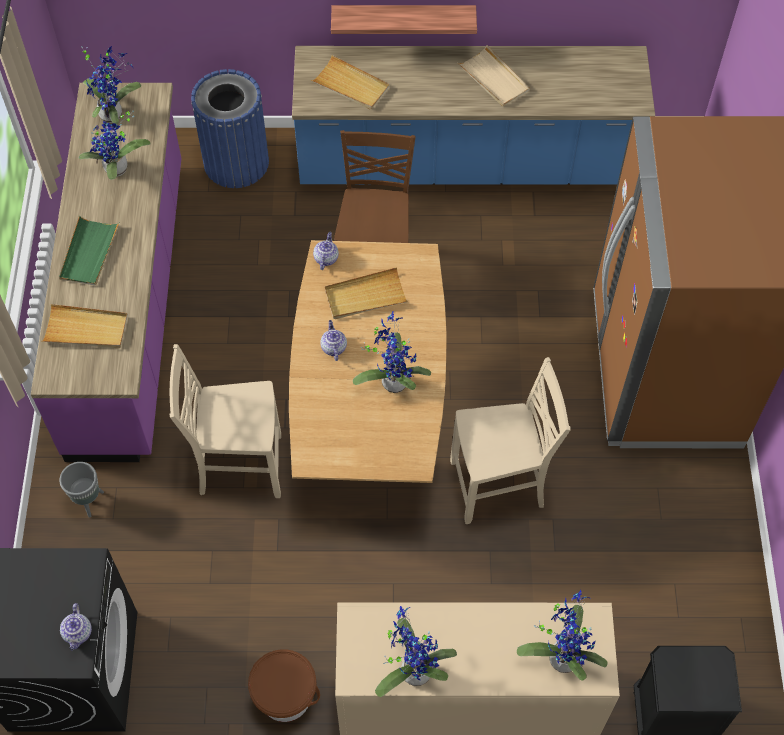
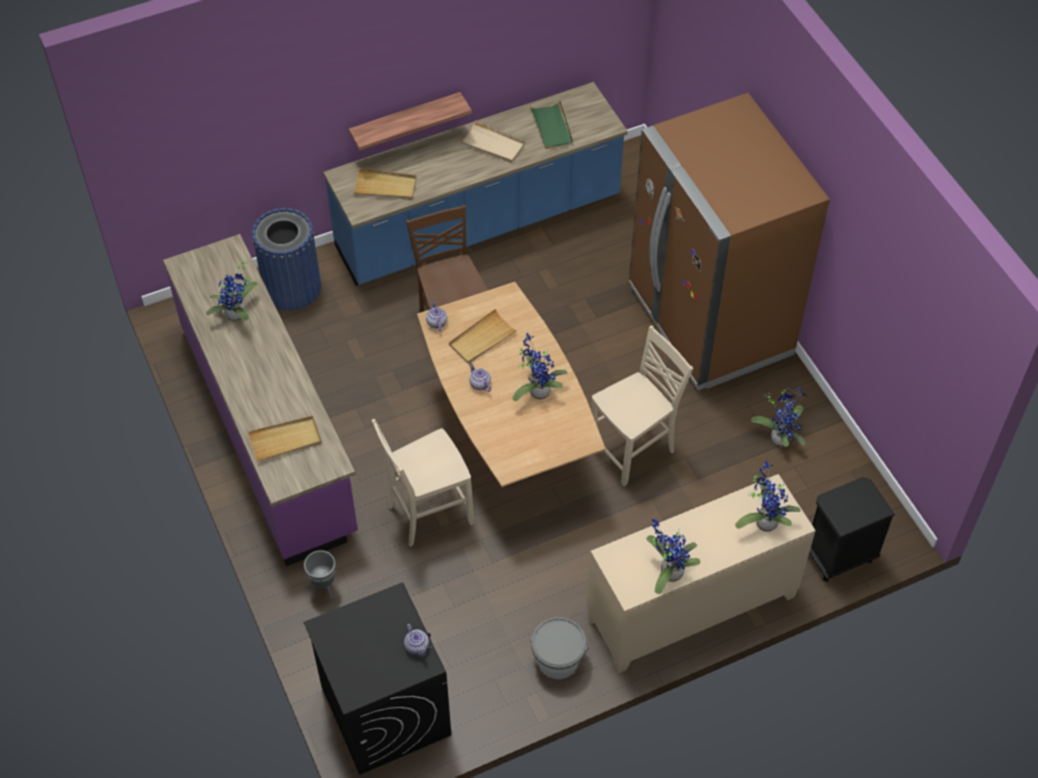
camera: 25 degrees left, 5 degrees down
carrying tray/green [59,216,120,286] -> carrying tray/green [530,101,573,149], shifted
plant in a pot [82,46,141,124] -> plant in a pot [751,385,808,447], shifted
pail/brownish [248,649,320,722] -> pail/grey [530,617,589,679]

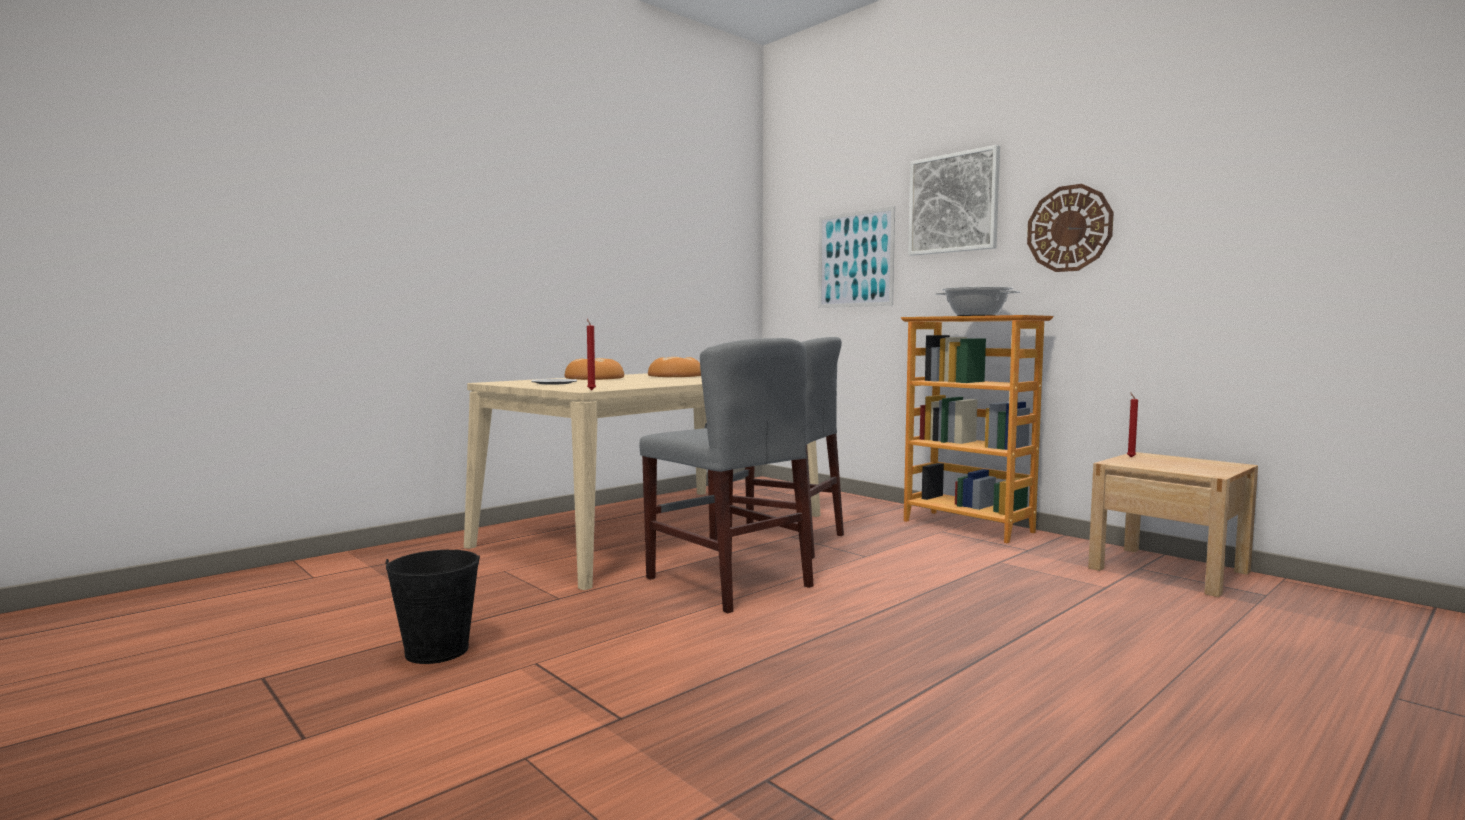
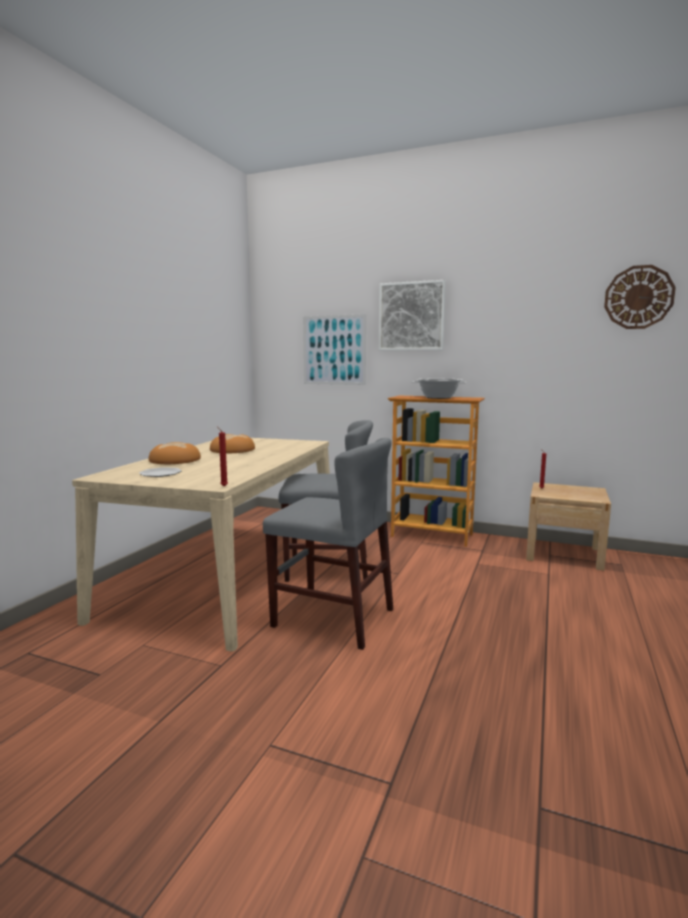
camera: 25 degrees left, 5 degrees up
pail/black-coloured [385,550,480,664] -> none
clock on the wall [1027,184,1114,272] -> clock on the wall [604,265,676,329], shifted

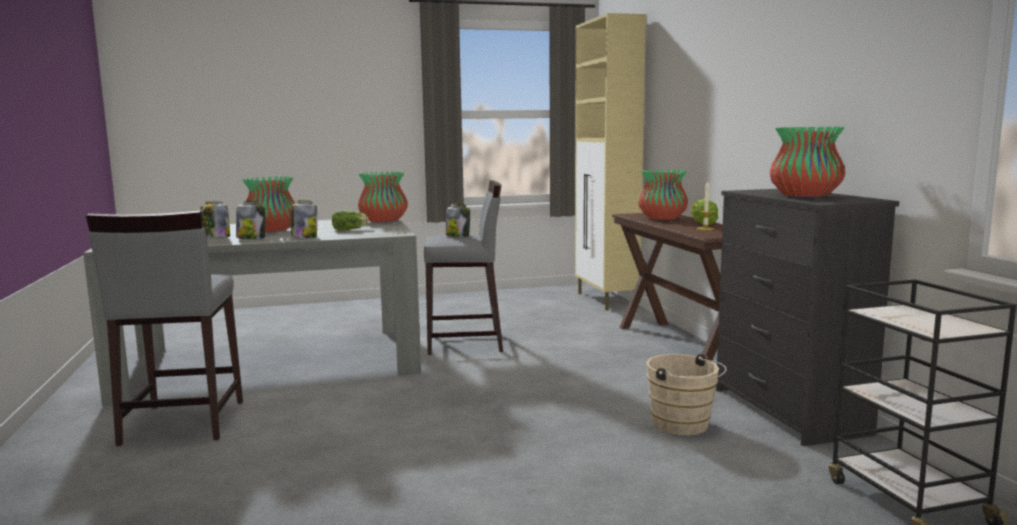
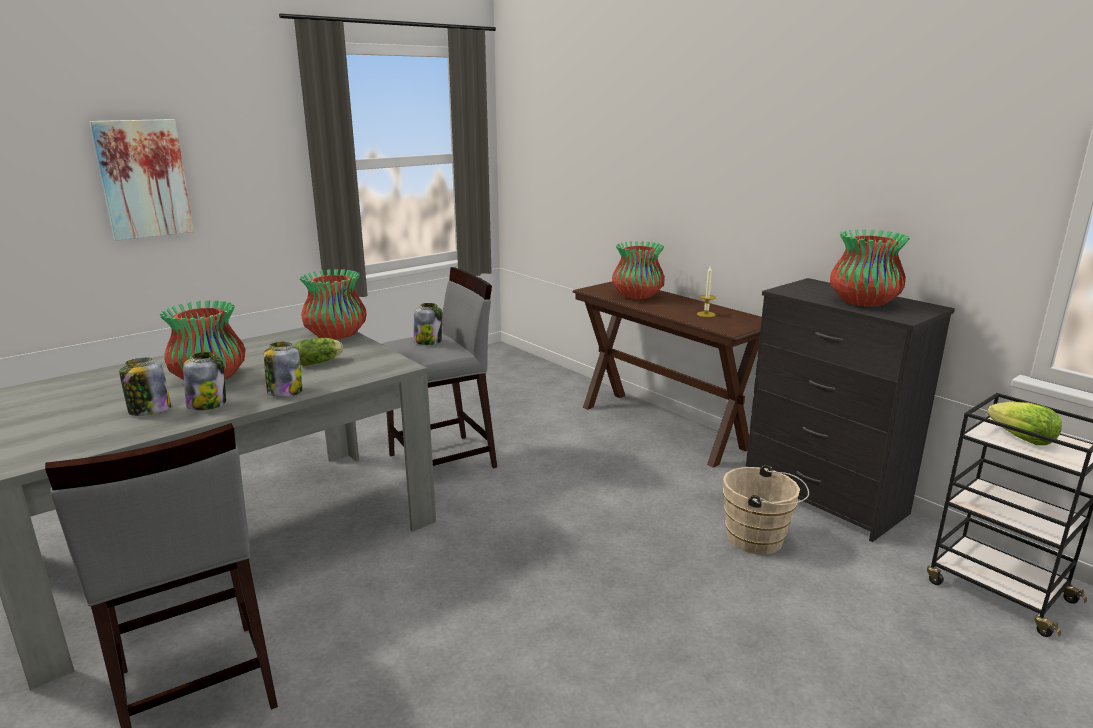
camera: 25 degrees left, 10 degrees up
storage cabinet/beige [575,13,646,310] -> none
head of lettuce [691,199,718,225] -> head of lettuce [987,402,1062,445], shifted
none -> wall picture [89,119,194,241]

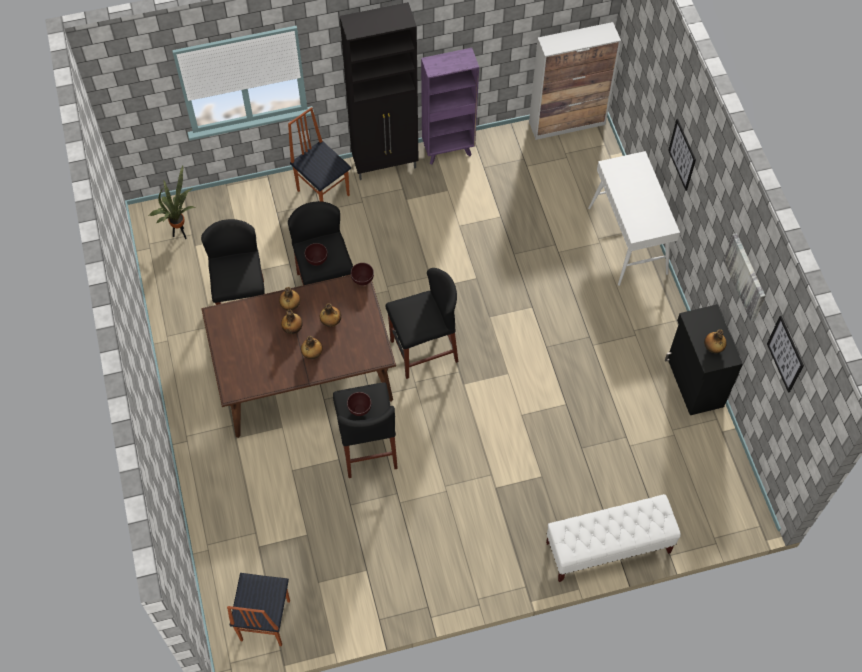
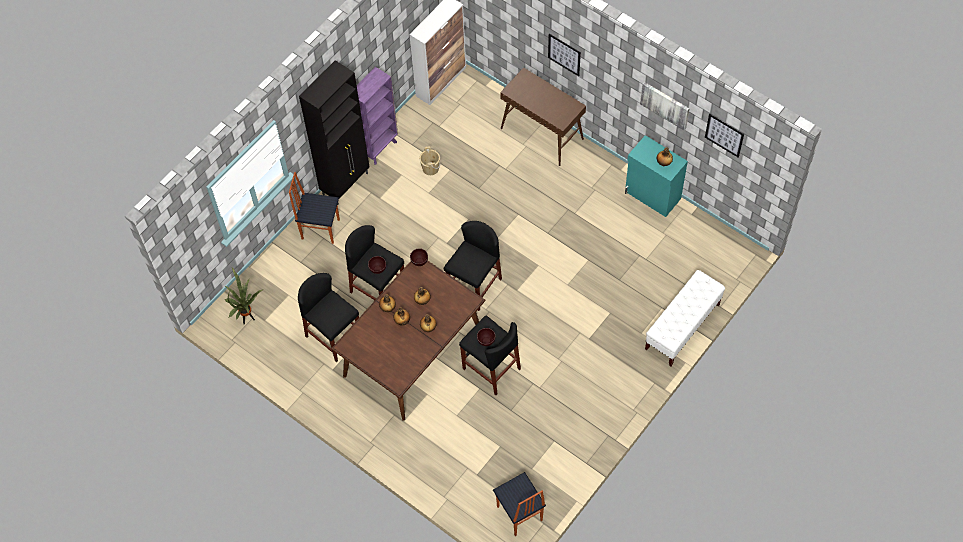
camera: 35 degrees left, 0 degrees up
narrow table/whitish [588,151,680,286] -> narrow table/brownish [500,68,586,166]
storage cabinet/black-coloured [665,304,743,415] -> storage cabinet/blue-green [625,135,688,217]
none -> pail/beige [419,146,440,175]

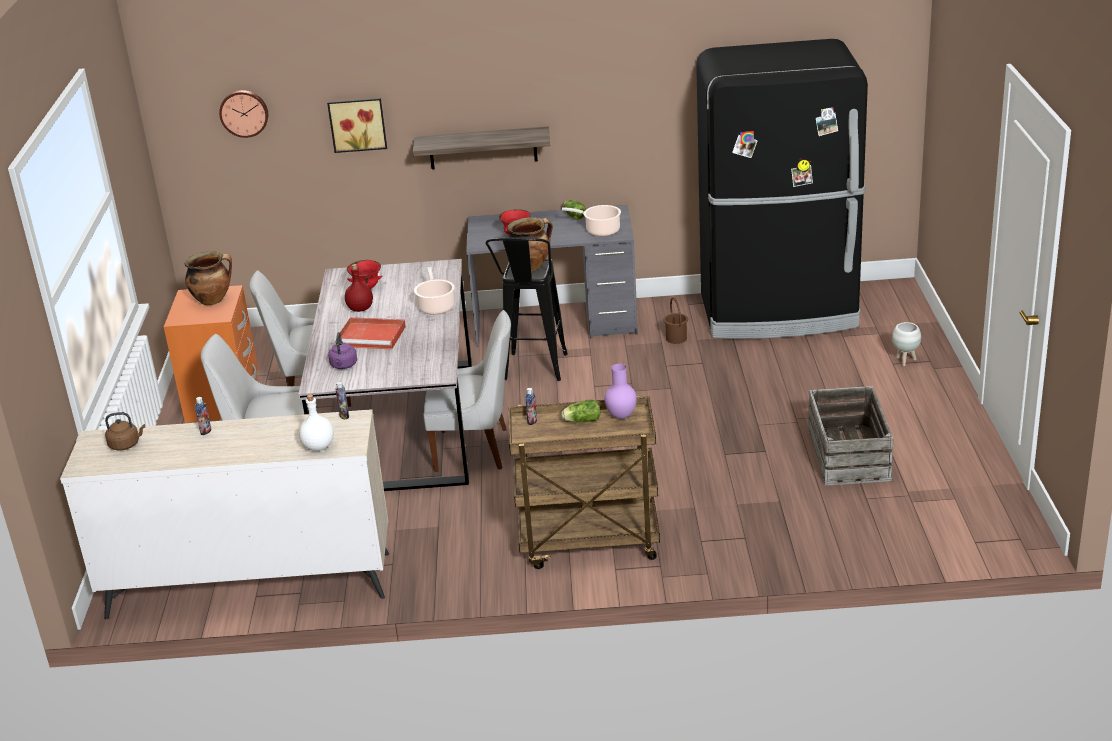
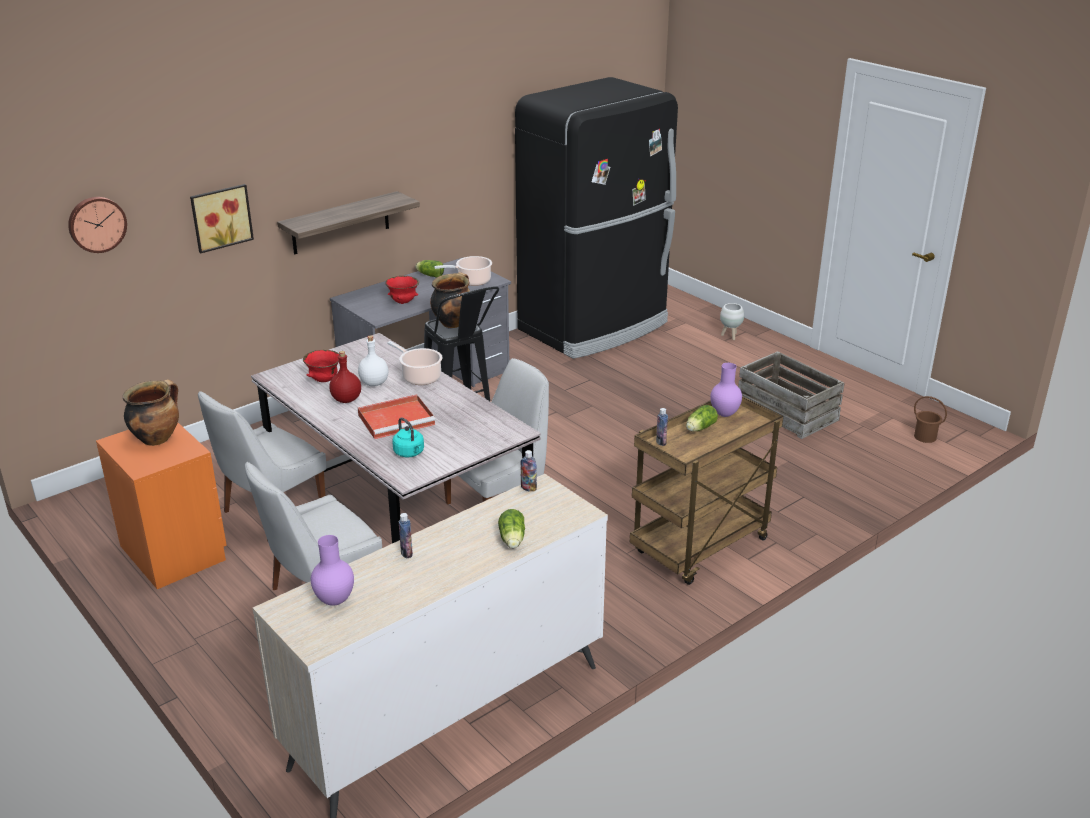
camera: 40 degrees left, 0 degrees up
tea kettle/brownish [105,412,145,451] -> flower vase/purplish [311,535,354,606]
beverage bottle/whitish [299,394,334,451] -> beverage bottle/whitish [358,335,388,386], shifted
tea kettle/purplish [328,332,357,369] -> tea kettle/blue-green [392,418,424,457]
pail/brownish [664,297,688,344] -> pail/brownish [914,396,947,443], shifted
none -> head of lettuce [498,509,525,548]

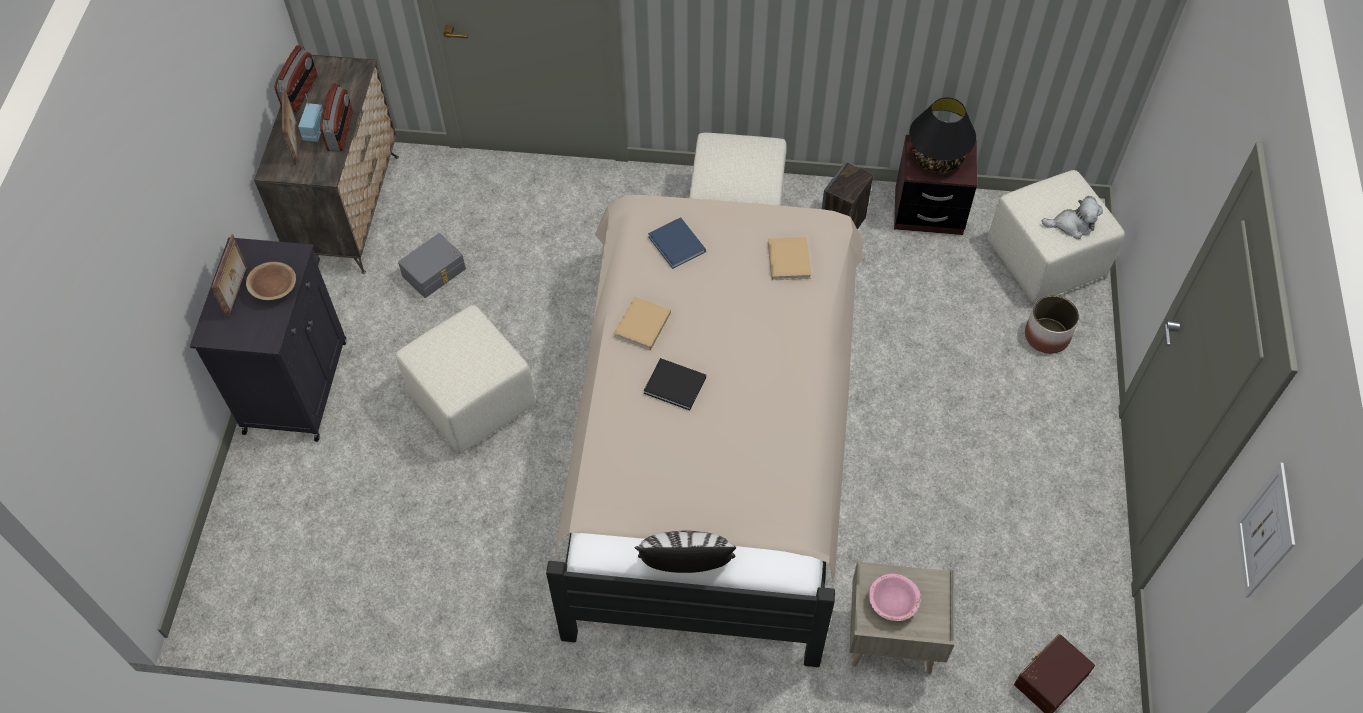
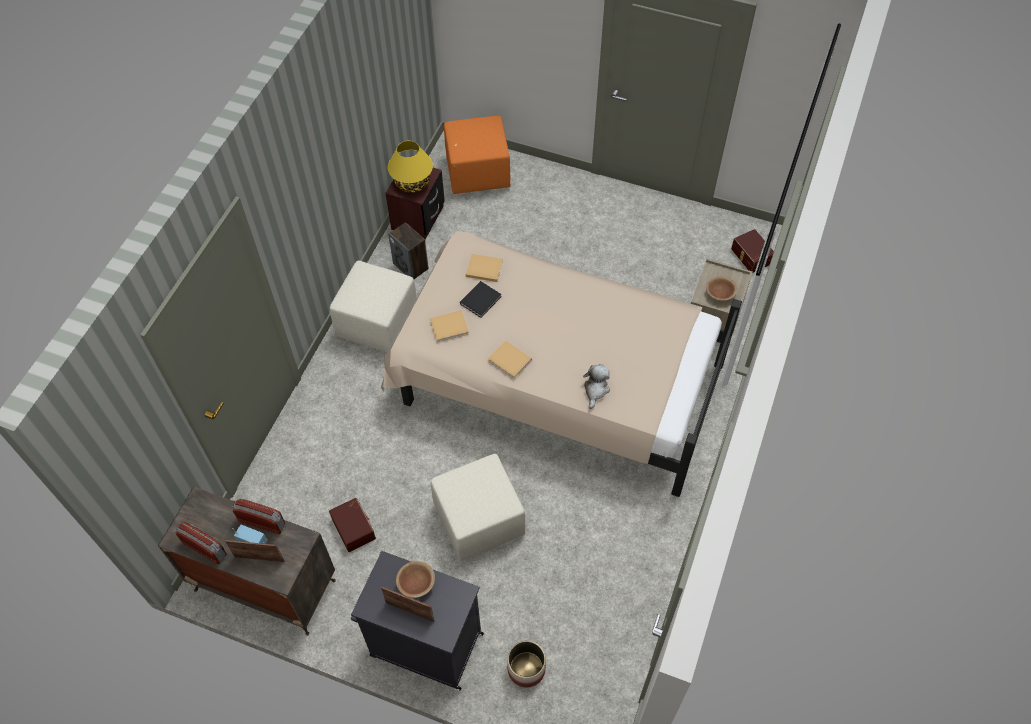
camera: 75 degrees left, 0 degrees up
storage container/grey [398,233,466,298] -> storage container/brownish [329,498,376,552]
throw pillow [634,530,736,573] -> none
volume/black-coloured [644,358,706,410] -> volume/black-coloured [460,281,502,318], shifted
volume/bluish [648,217,706,269] -> volume/beige [430,310,469,342]
deep dish/pink-coloured [869,574,921,621] -> deep dish/brownish [706,276,738,301]
lamp for a table/black-coloured [909,97,976,173] -> lamp for a table/yellow [388,141,433,193]
ottoman/beige [987,170,1125,303] -> ottoman/orangey [444,116,510,194]
planter [1025,295,1079,354] -> planter [507,640,546,687], shifted
cuddly toy [1042,196,1103,239] -> cuddly toy [583,364,610,409], shifted
wall picture [1236,463,1295,598] -> none

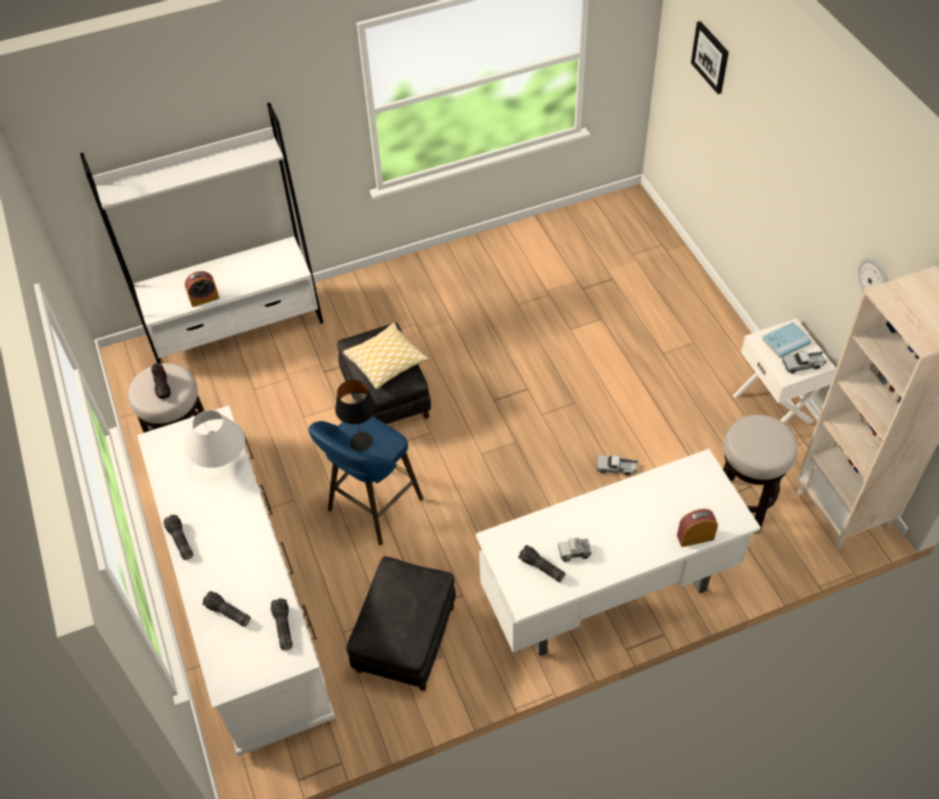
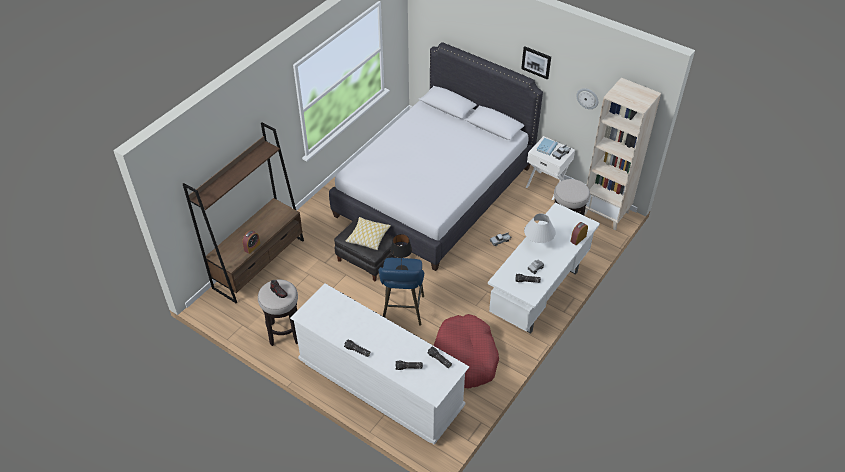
camera: 35 degrees left, 5 degrees down
bookshelf/whitish [80,102,323,364] -> bookshelf/brownish [183,122,304,303]
lamp for a table/whitish [185,410,245,468] -> lamp for a table/whitish [524,213,556,243], shifted
ottoman/black-coloured [346,556,456,691] -> pet bed/red [433,314,499,388]
wall picture [691,21,729,94] -> wall picture [521,46,551,79], shifted
none -> sleeping bed/whitish [329,42,543,271]

